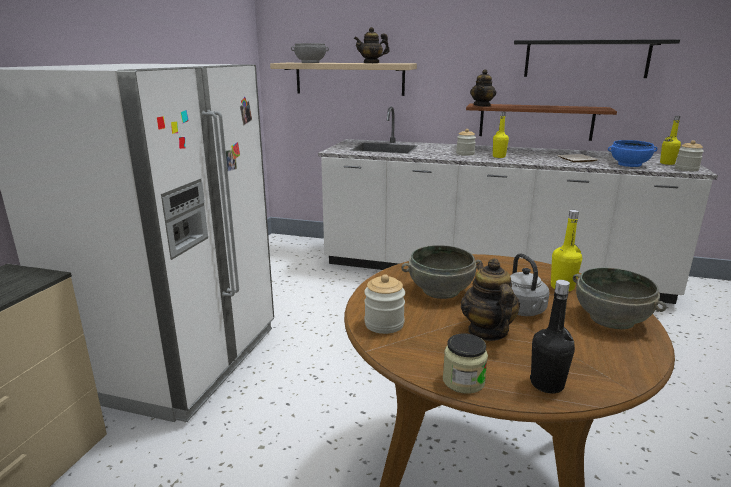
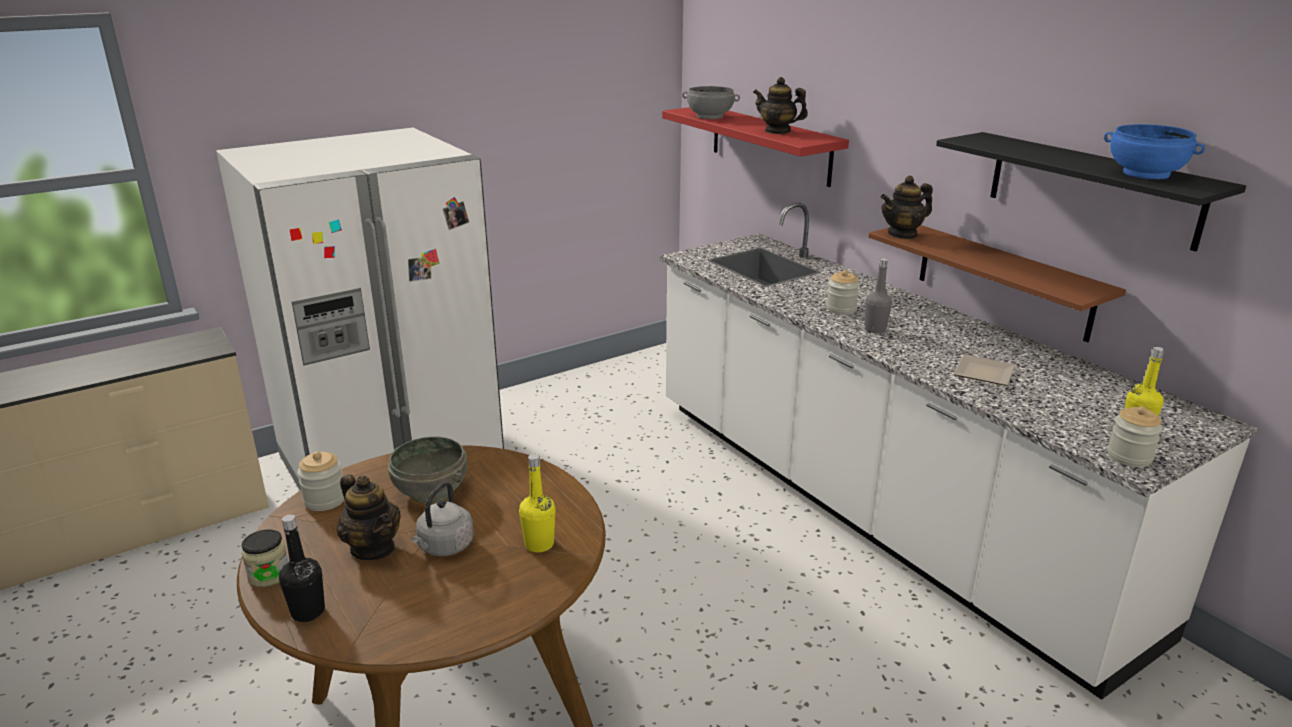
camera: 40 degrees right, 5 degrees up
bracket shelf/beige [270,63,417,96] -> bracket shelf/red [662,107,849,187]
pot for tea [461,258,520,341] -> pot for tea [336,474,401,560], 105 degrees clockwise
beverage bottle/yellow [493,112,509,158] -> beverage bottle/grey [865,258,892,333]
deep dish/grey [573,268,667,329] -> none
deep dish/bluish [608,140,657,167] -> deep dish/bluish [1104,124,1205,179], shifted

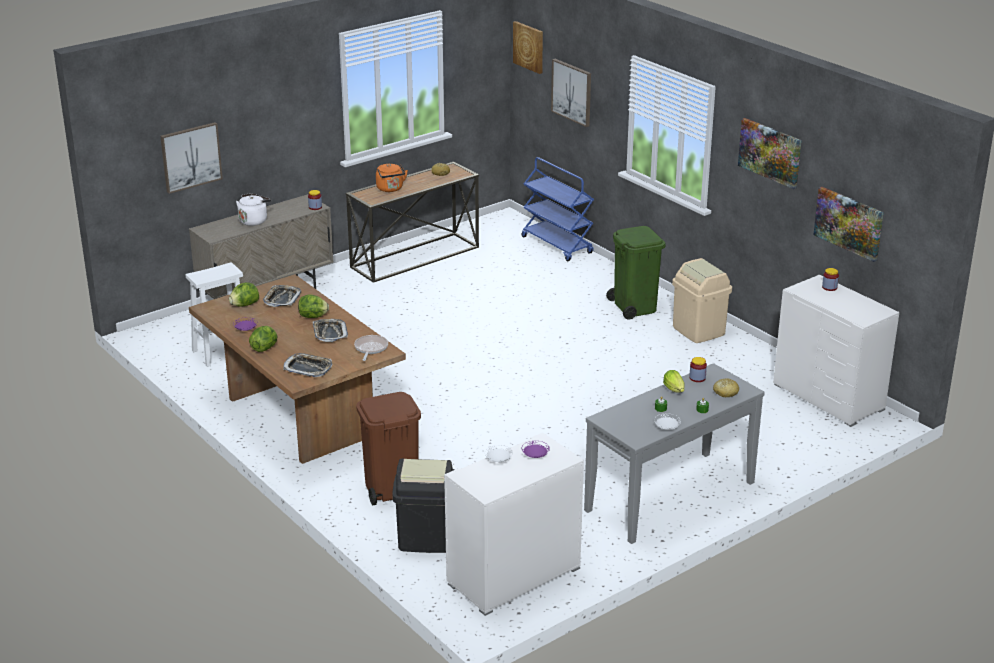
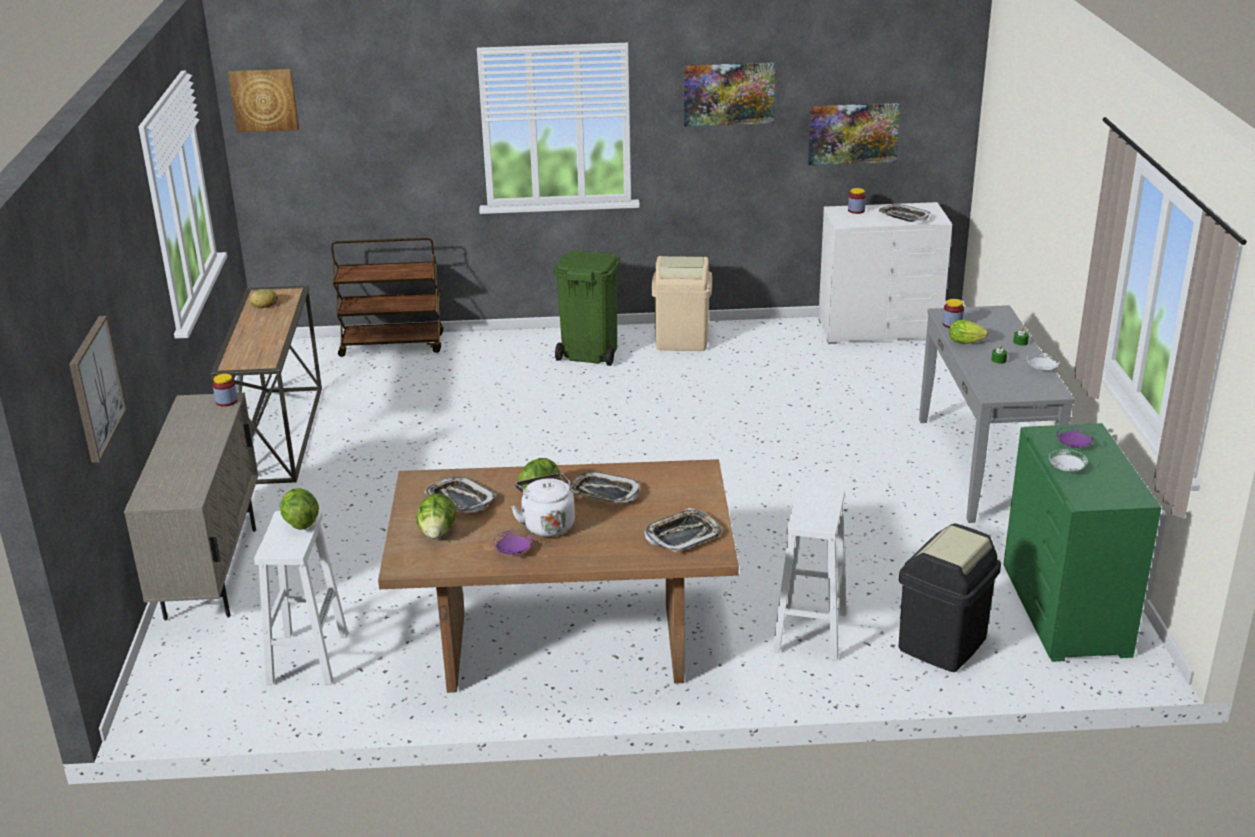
camera: 55 degrees left, 0 degrees up
tea kettle/whitish [236,193,271,226] -> tea kettle/whitish [511,473,575,537], shifted
head of lettuce [249,326,277,352] -> head of lettuce [280,488,319,530], shifted
skillet [354,335,388,361] -> none
trash can/brownish [356,392,421,505] -> sitting stool/whitish [772,484,847,661]
tea kettle/orangey [376,164,408,192] -> none
dresser/whitish [444,432,584,616] -> dresser/green [1003,423,1162,662]
trolley/bluish [521,157,594,261] -> trolley/brownish [331,238,443,357]
wall picture [551,59,591,127] -> none
bread [713,378,739,397] -> none
none -> carrying tray [879,204,930,222]

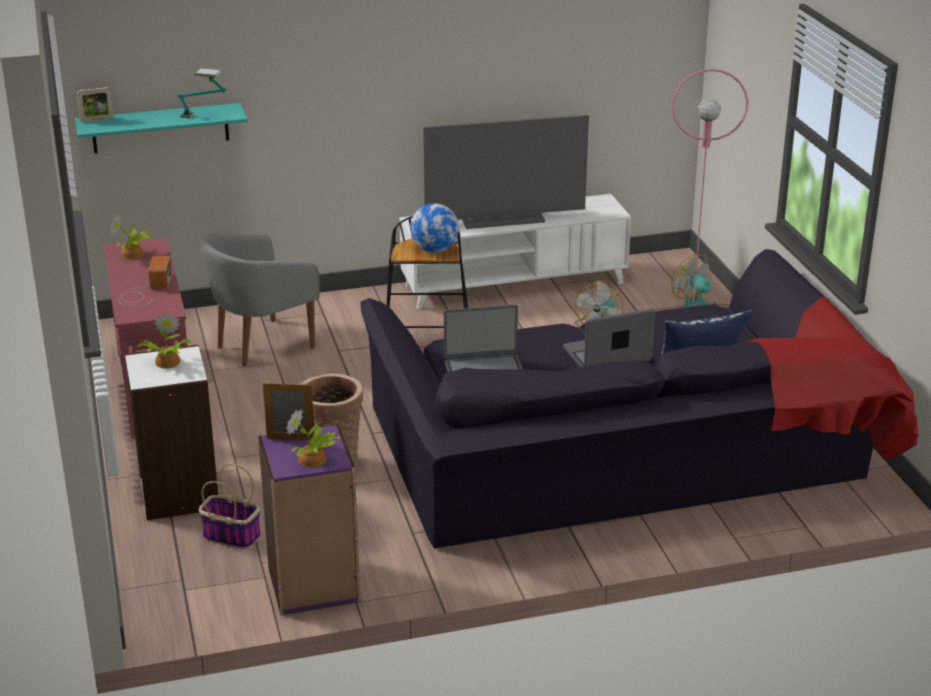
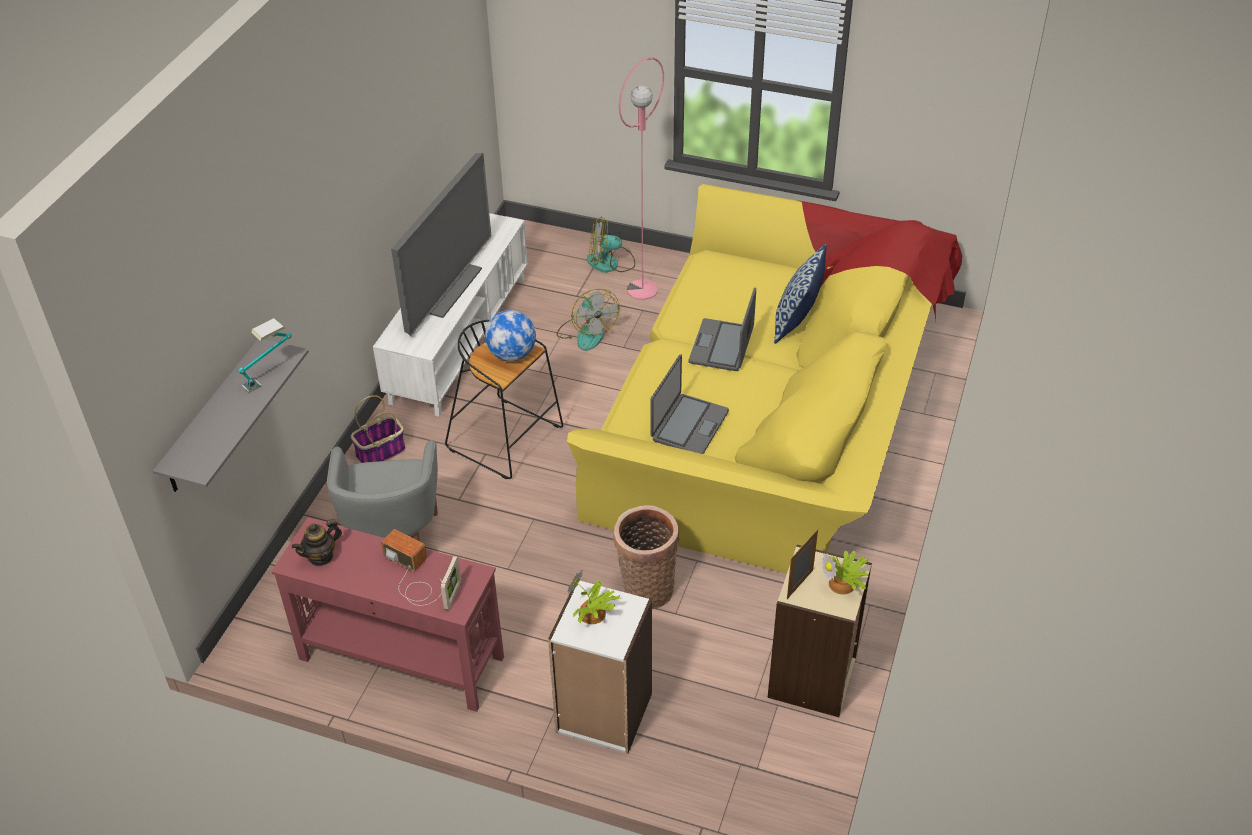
camera: 55 degrees left, 15 degrees up
bracket shelf/blue-green [75,103,248,153] -> bracket shelf/grey [153,339,309,492]
photo frame [77,87,114,122] -> photo frame [441,556,461,610], shifted
plant in a pot [110,215,153,259] -> pot for tea [292,519,342,567]
household basket [199,464,261,549] -> household basket [351,395,406,463], shifted
bookshelf/purplish [258,424,361,616] -> bookshelf/beige [767,545,872,717]
settee/black-coloured [360,249,919,549] -> settee/yellow [567,184,962,574]

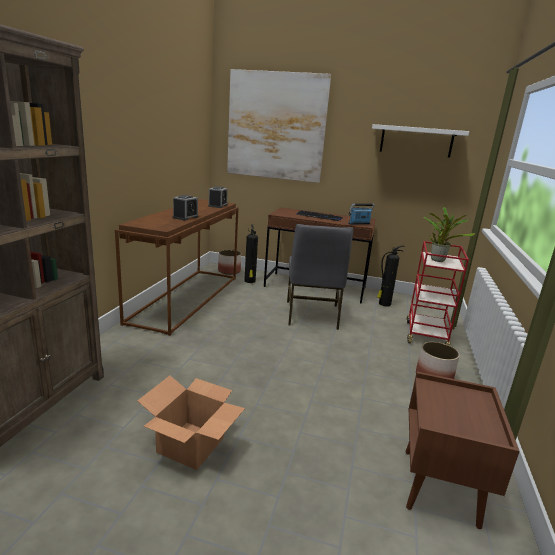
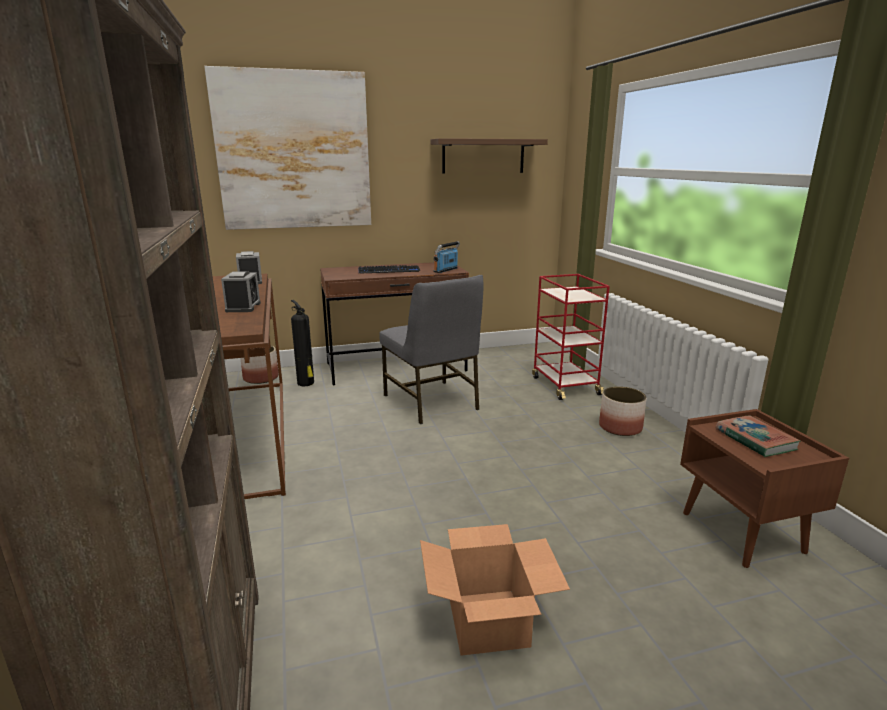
camera: 30 degrees left, 0 degrees up
bracket shelf/whitish [372,124,469,158] -> bracket shelf/brownish [430,138,548,174]
fire-fighting cylinder [377,246,404,307] -> none
plant in a pot [423,207,475,262] -> none
none -> volume [716,415,801,457]

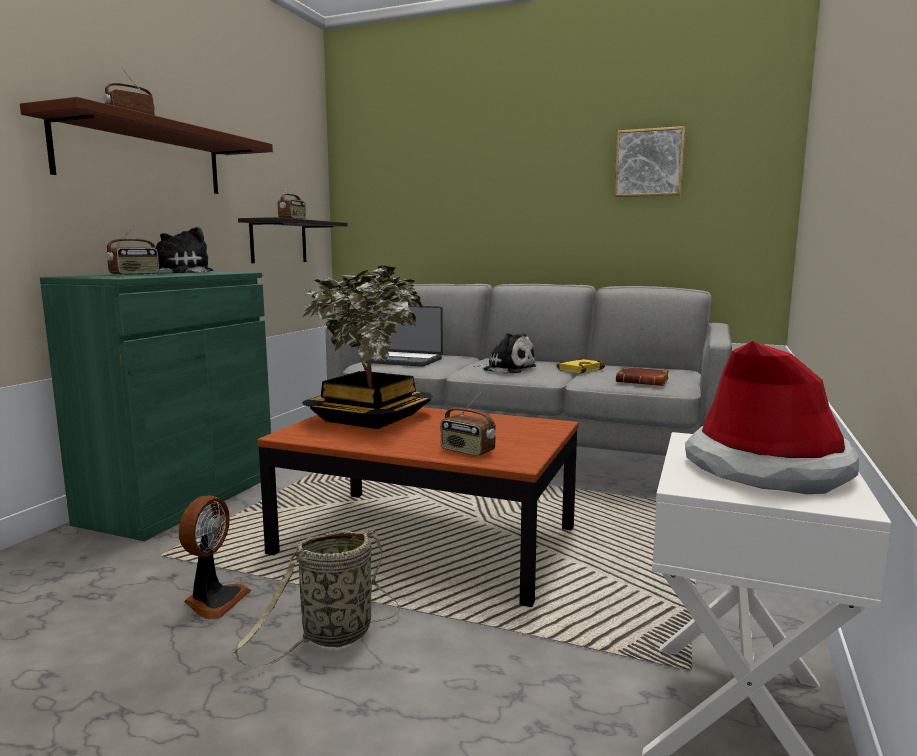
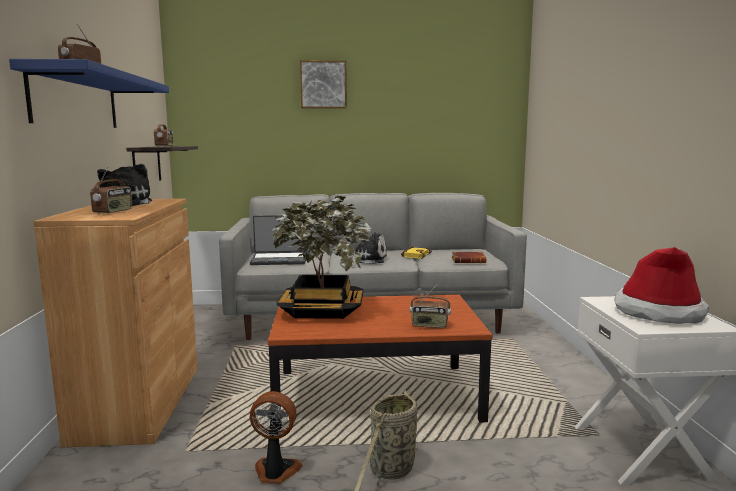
camera: 25 degrees left, 0 degrees up
bracket shelf/brownish [20,97,273,194] -> bracket shelf/bluish [9,59,169,128]
storage cabinet/green [40,272,271,541] -> storage cabinet/brownish [34,199,197,448]
fan [179,495,251,619] -> fan [249,391,303,484], 75 degrees counterclockwise
wall picture [614,126,685,197] -> wall picture [300,60,347,109], shifted

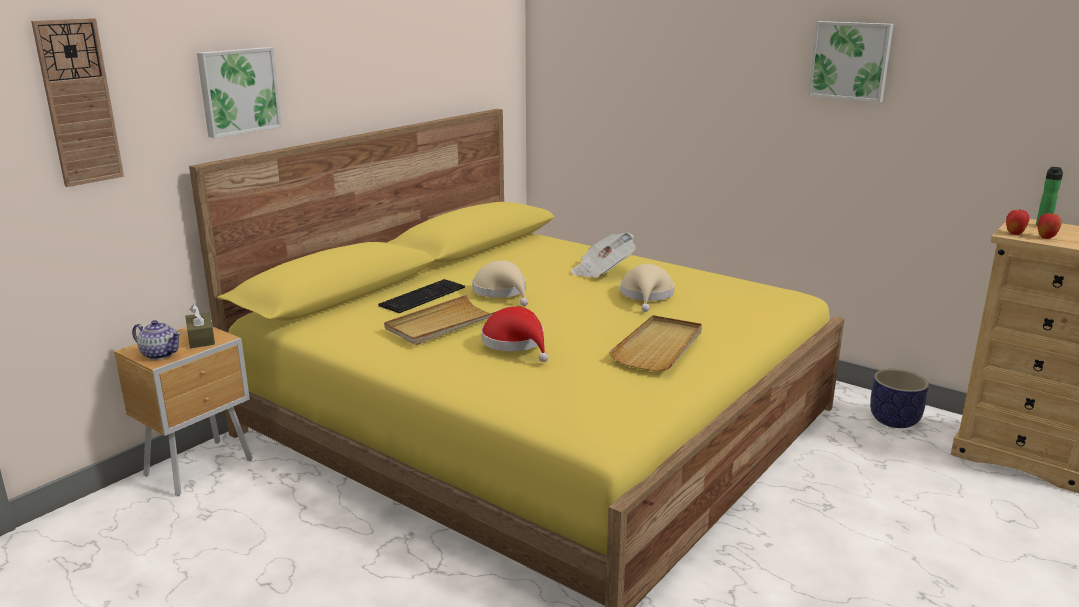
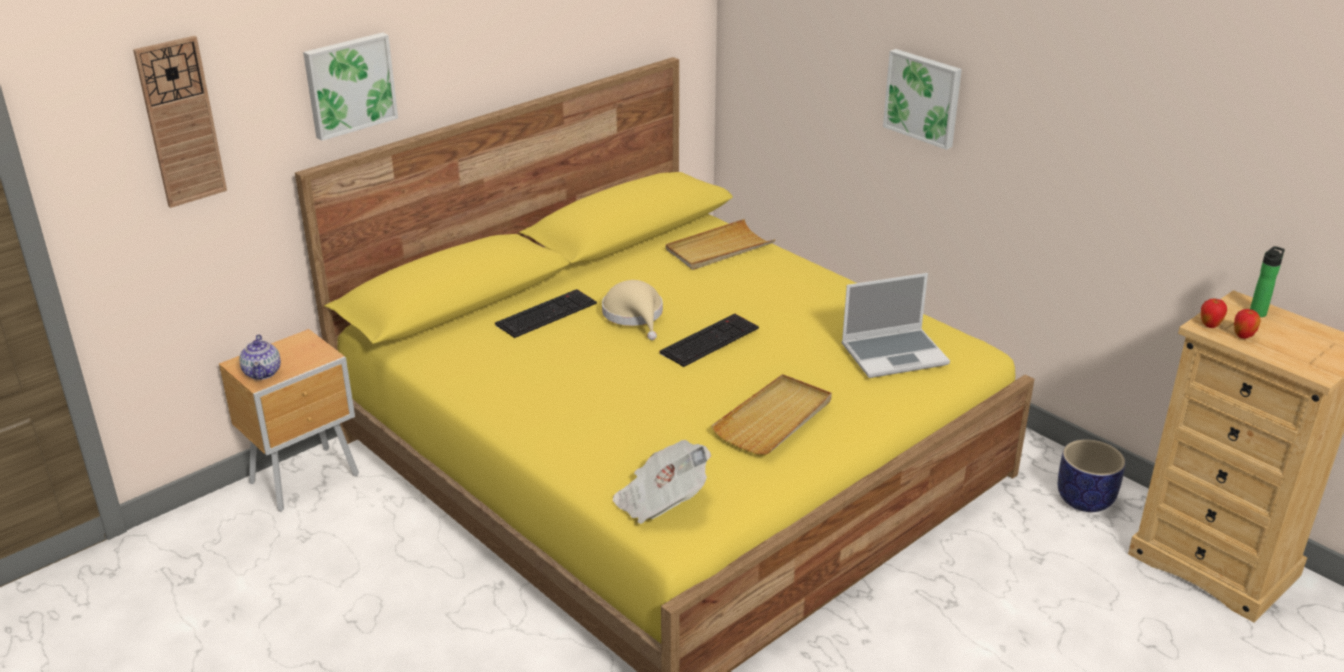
camera: 10 degrees right, 10 degrees up
pot for tea [132,320,181,360] -> pot for tea [239,334,281,380], 45 degrees clockwise
tissue box/brownish [185,304,215,348] -> none
carrying tray/beige [384,295,497,345] -> carrying tray/beige [666,219,775,270], shifted
clothing hat/red [481,306,549,362] -> none
newspaper [571,232,636,278] -> newspaper [613,440,711,524], shifted
clothing hat/beige [620,264,675,312] -> none
wall picture [808,21,894,102] -> wall picture [883,49,962,150], shifted
none -> computer keyboard [659,314,759,367]
none -> notebook computer [841,273,950,378]

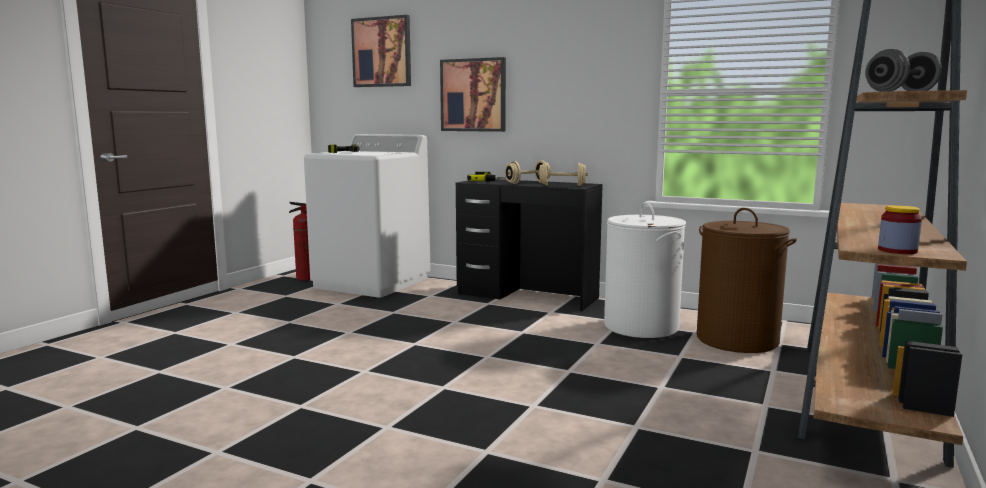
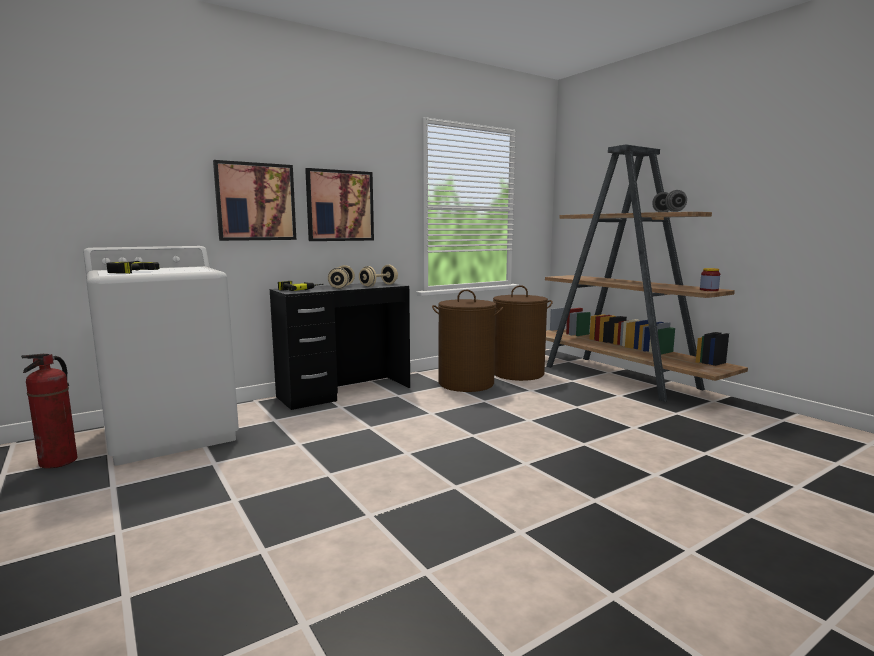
camera: 60 degrees left, 0 degrees up
wall picture [351,15,411,87] -> wall picture [305,168,374,241], shifted
laundry basket/whitish [604,202,686,338] -> laundry basket/brownish [432,290,503,392]

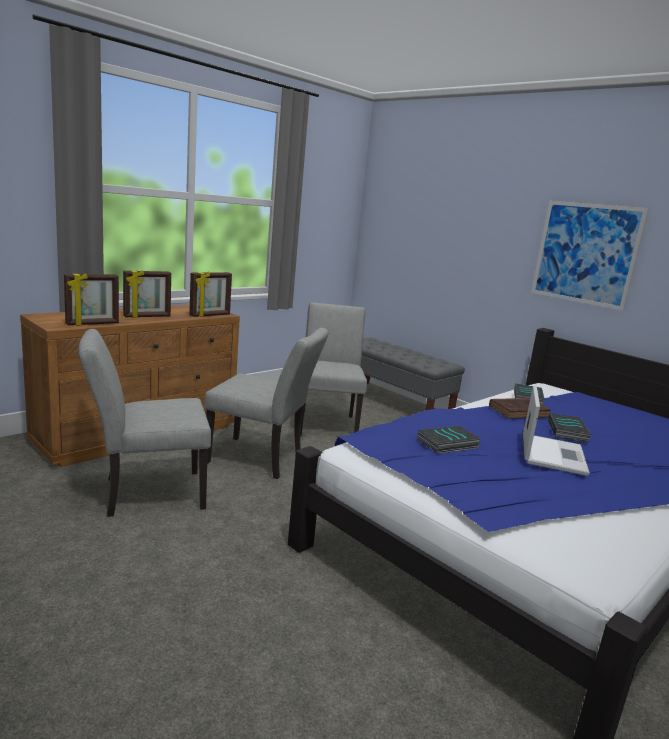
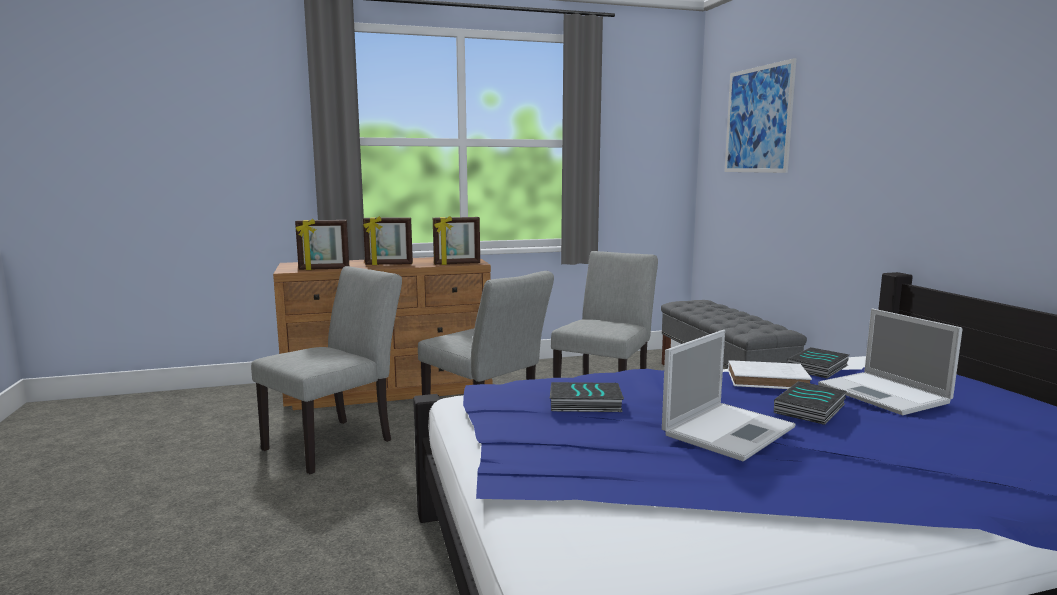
camera: 30 degrees right, 5 degrees down
chair/grey [79,329,211,517] -> chair/grey [251,266,402,474], 120 degrees clockwise
volume/brownish [489,398,551,419] -> volume/whitish [728,360,812,389]
wall picture [531,201,649,311] -> wall picture [725,58,796,173], shifted
none -> notebook computer [818,308,963,415]

